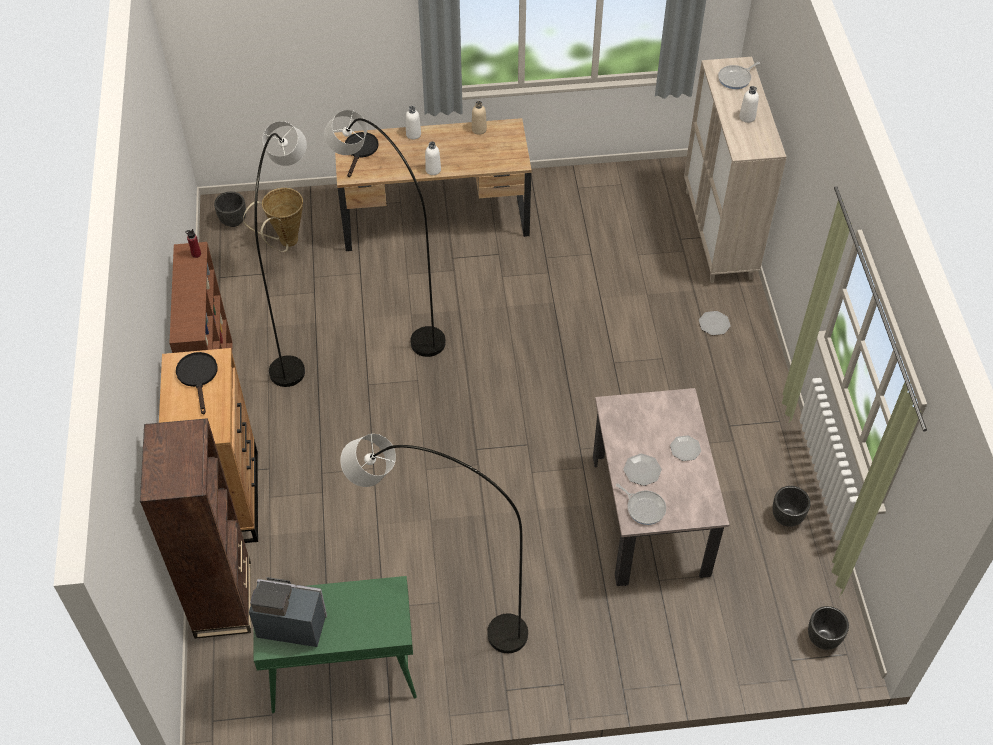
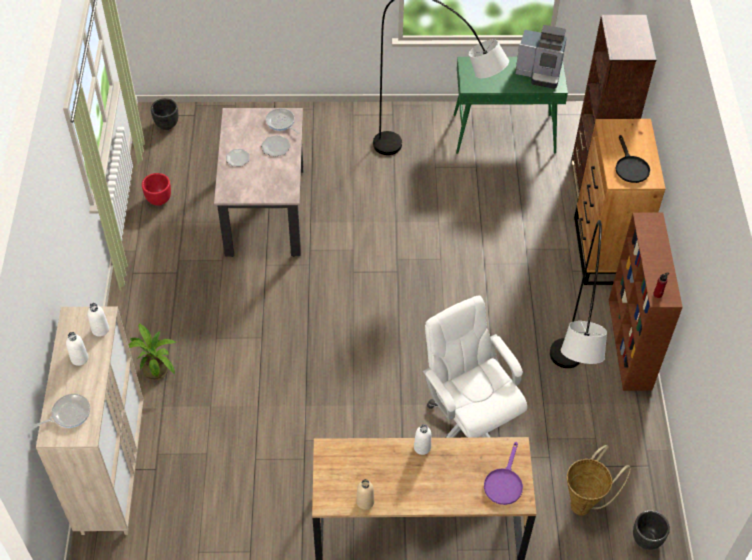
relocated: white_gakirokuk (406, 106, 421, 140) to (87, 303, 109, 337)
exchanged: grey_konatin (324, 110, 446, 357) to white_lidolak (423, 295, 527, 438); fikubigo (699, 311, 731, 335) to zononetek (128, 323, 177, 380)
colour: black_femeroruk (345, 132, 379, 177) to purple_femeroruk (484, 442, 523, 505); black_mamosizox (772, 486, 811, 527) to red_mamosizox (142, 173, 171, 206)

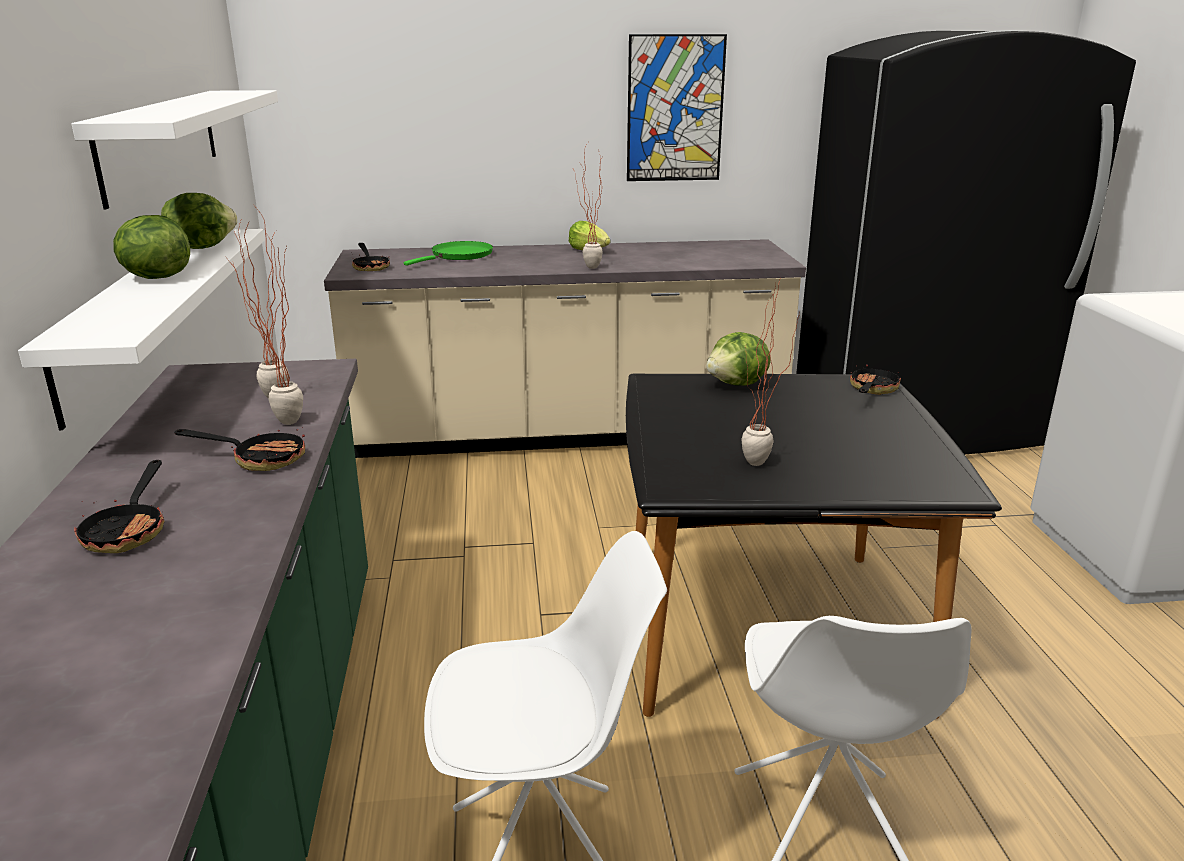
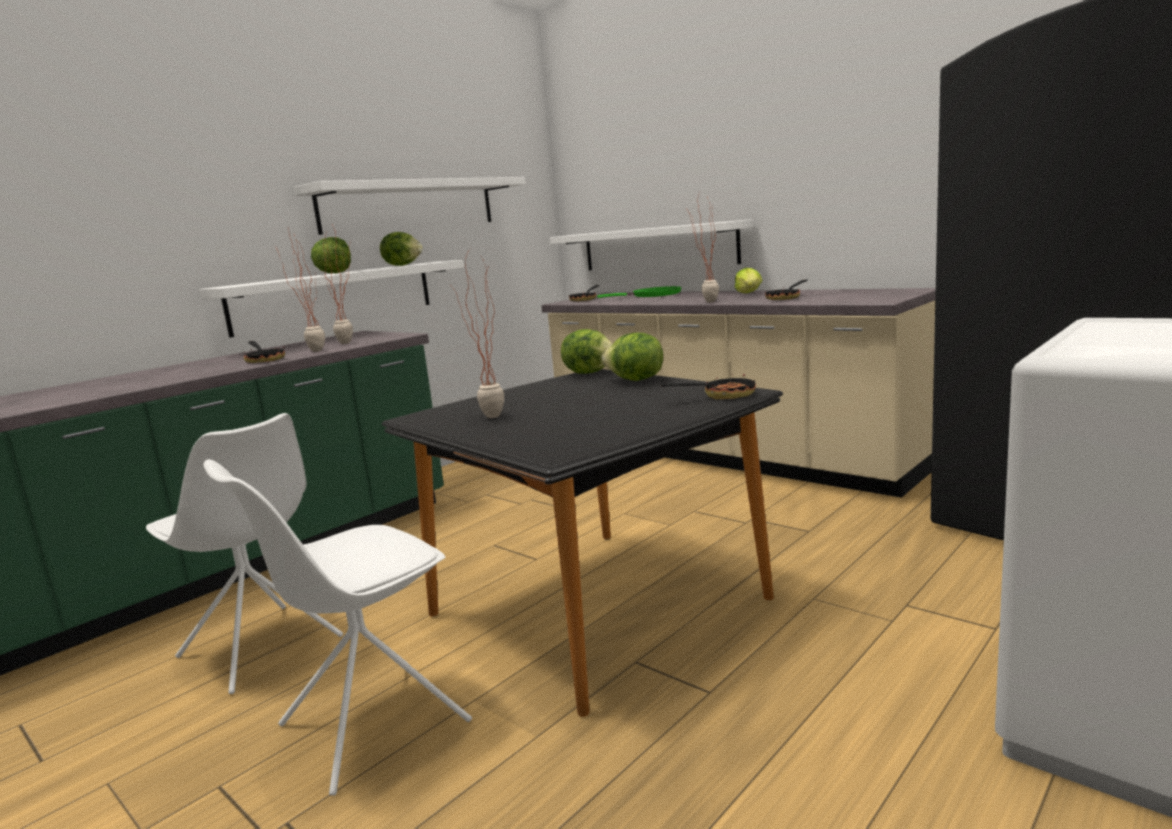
missing: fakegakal (627, 34, 727, 181)
appeared: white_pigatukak (550, 219, 754, 270); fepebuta (561, 329, 613, 374)
relocated: femeroruk (74, 460, 165, 553) to (765, 279, 808, 300)

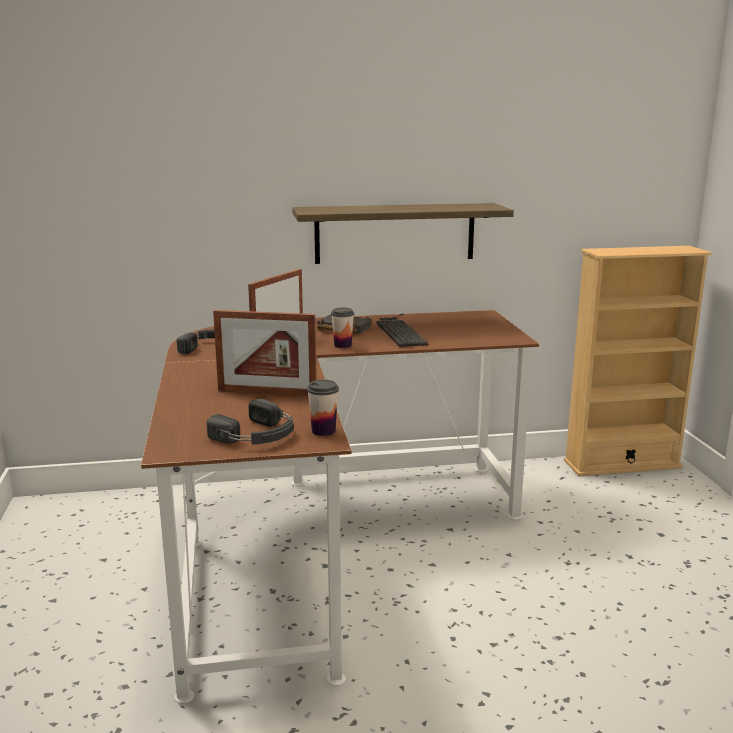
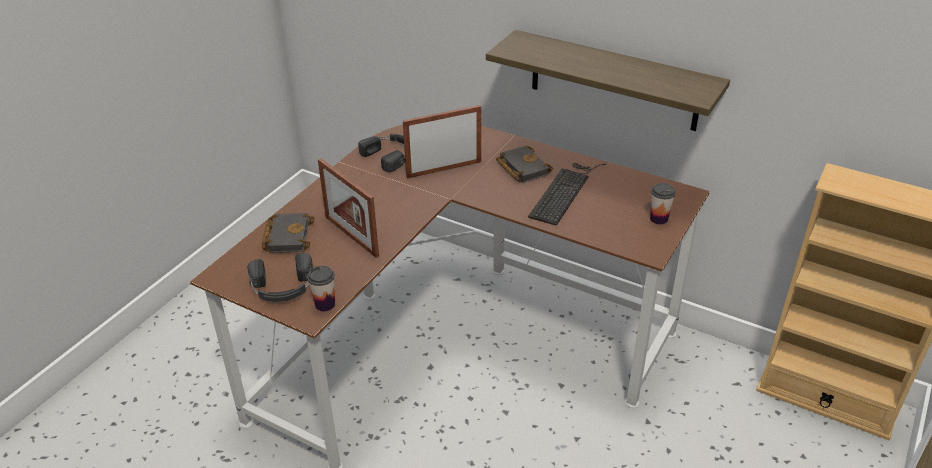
appeared: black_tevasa (262, 213, 314, 253)
relocated: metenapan (331, 307, 354, 348) to (650, 183, 676, 225)

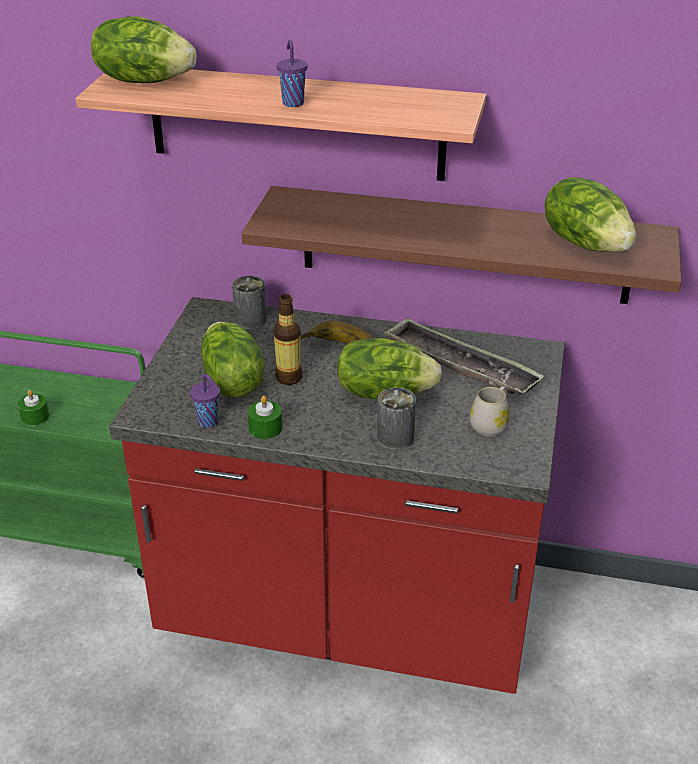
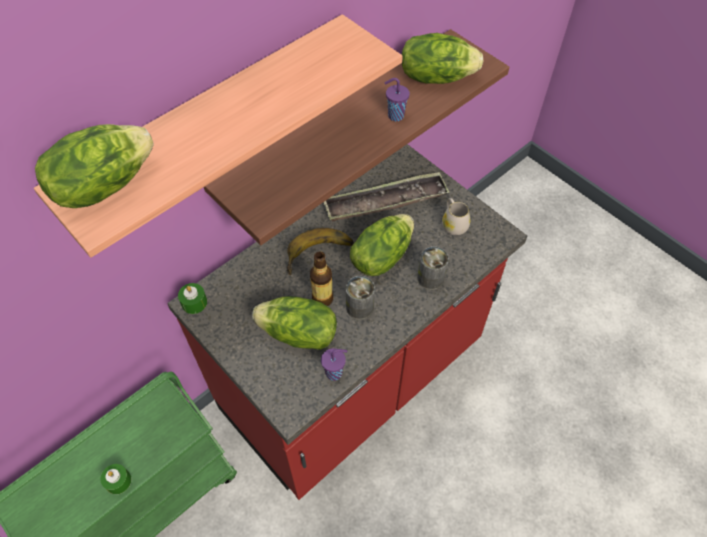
relocated: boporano (232, 276, 267, 329) to (346, 276, 375, 320); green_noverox (248, 396, 283, 439) to (178, 283, 207, 314); purple_metenapan (276, 40, 308, 107) to (385, 78, 410, 121)

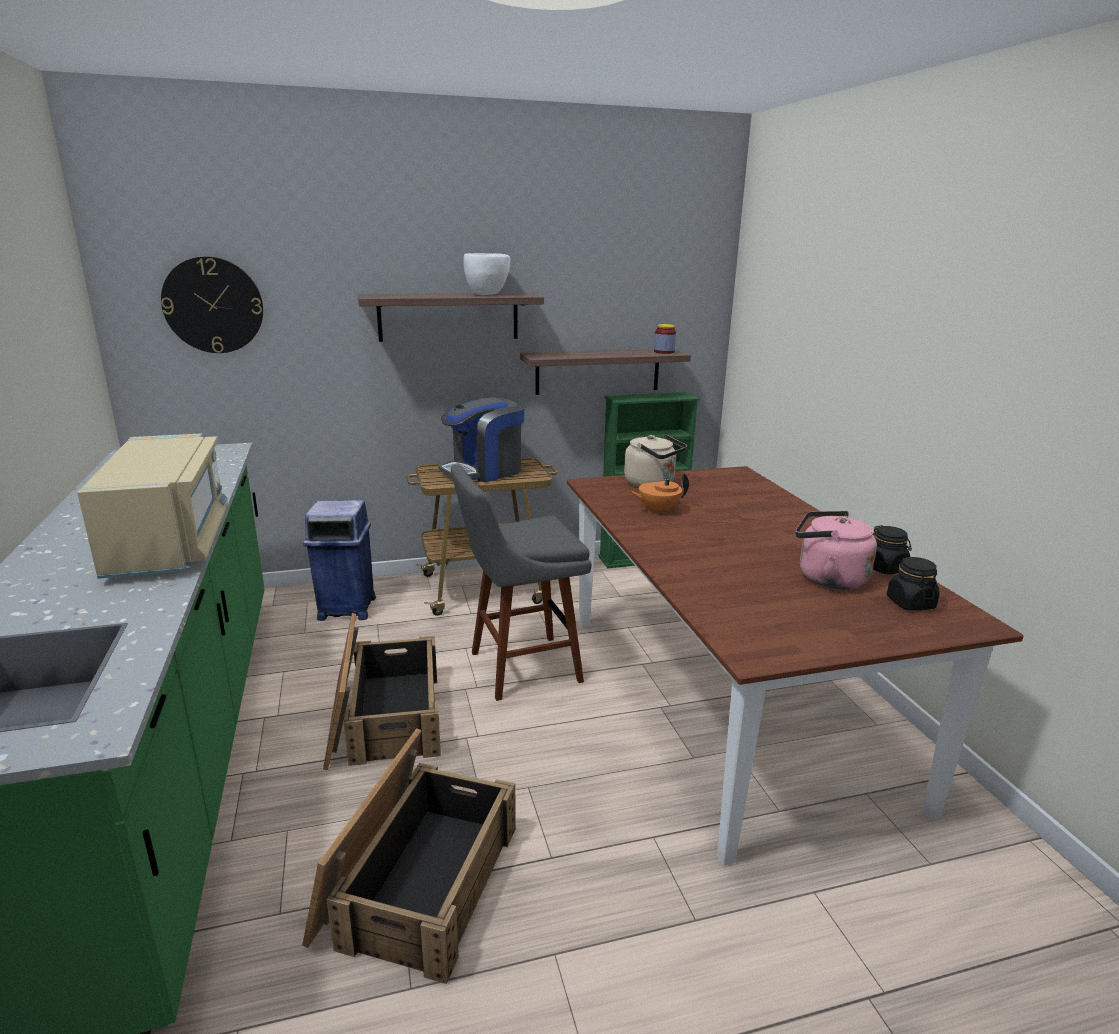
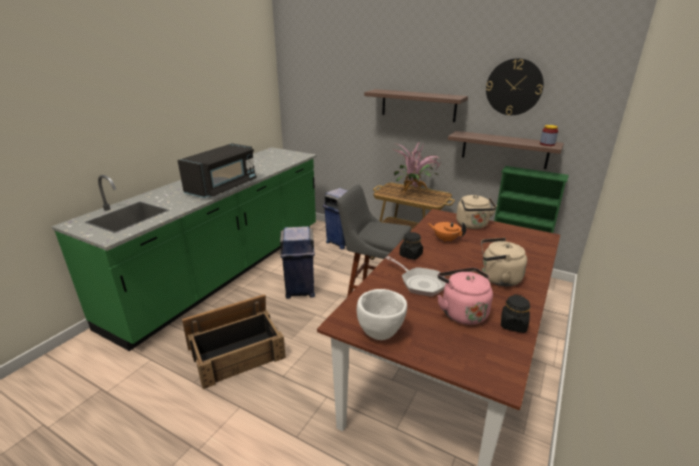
appeared: femeroruk (386, 256, 446, 297); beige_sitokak (481, 238, 527, 286)
relocated: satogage (161, 256, 263, 353) to (486, 58, 544, 115); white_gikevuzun (463, 253, 511, 295) to (357, 289, 407, 340); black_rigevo (887, 557, 940, 610) to (399, 232, 423, 260)
exchanged: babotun (323, 613, 441, 770) to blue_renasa (280, 226, 315, 299); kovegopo (439, 397, 525, 482) to zononetek (392, 140, 441, 195)
colour: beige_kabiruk (77, 434, 228, 579) to black_kabiruk (177, 143, 257, 198)

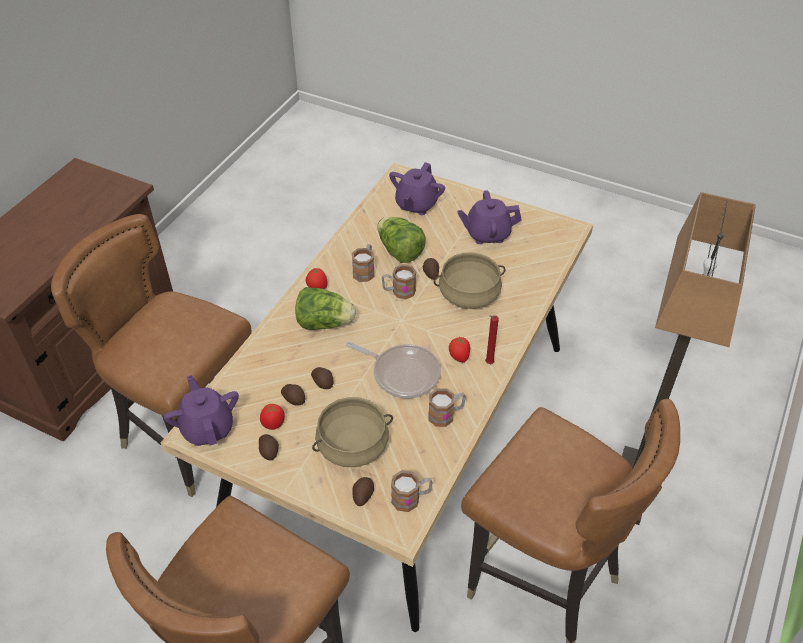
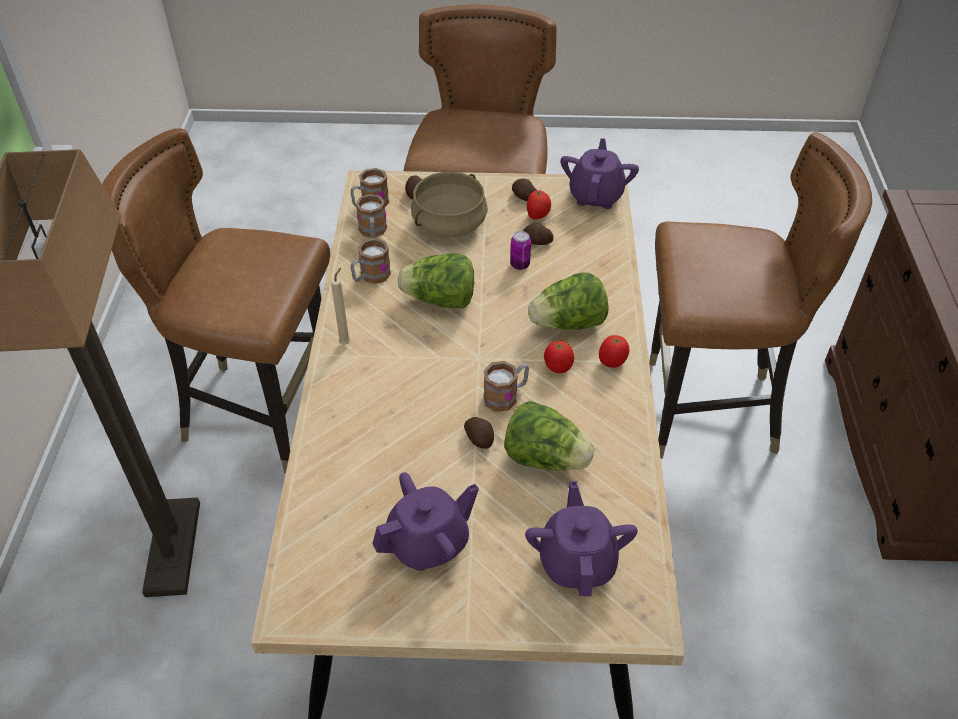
missing: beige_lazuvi (434, 252, 506, 309)
relocated: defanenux (352, 244, 375, 282) to (356, 194, 387, 239); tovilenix (449, 337, 470, 362) to (544, 341, 574, 373)
exchanged: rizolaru (311, 367, 334, 389) to boporano (510, 231, 531, 270); femeroruk (346, 342, 441, 398) to fepebuta (398, 253, 474, 309)
colour: red_noverox (485, 315, 499, 364) to beige_noverox (331, 268, 350, 345)
spun: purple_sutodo (163, 375, 239, 446) = (561, 138, 639, 209) 120 degrees counterclockwise

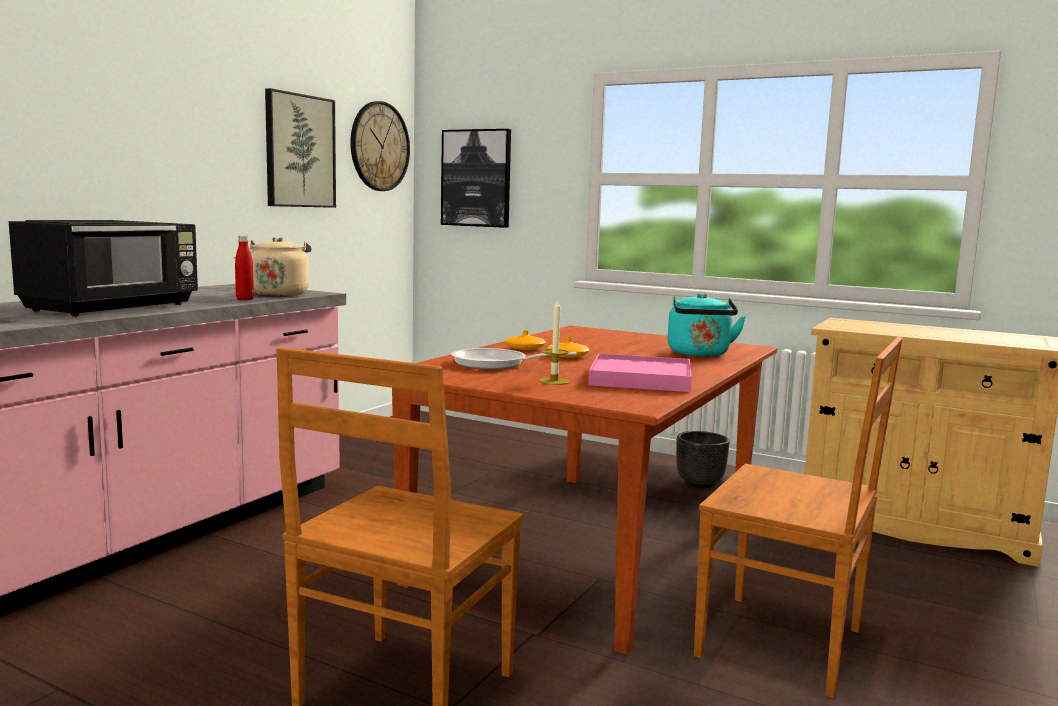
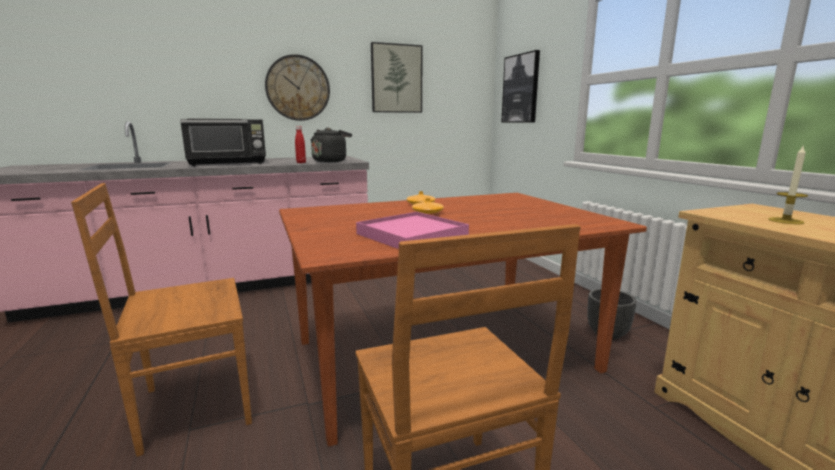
missing: femeroruk (451, 348, 576, 370); turquoise_sitokak (668, 293, 746, 357)
relocated: satogage (350, 101, 410, 191) to (265, 54, 330, 121); noverox (539, 298, 570, 385) to (768, 145, 808, 224)
colour: beige_sitokak (234, 237, 311, 297) to black_sitokak (310, 128, 352, 162)

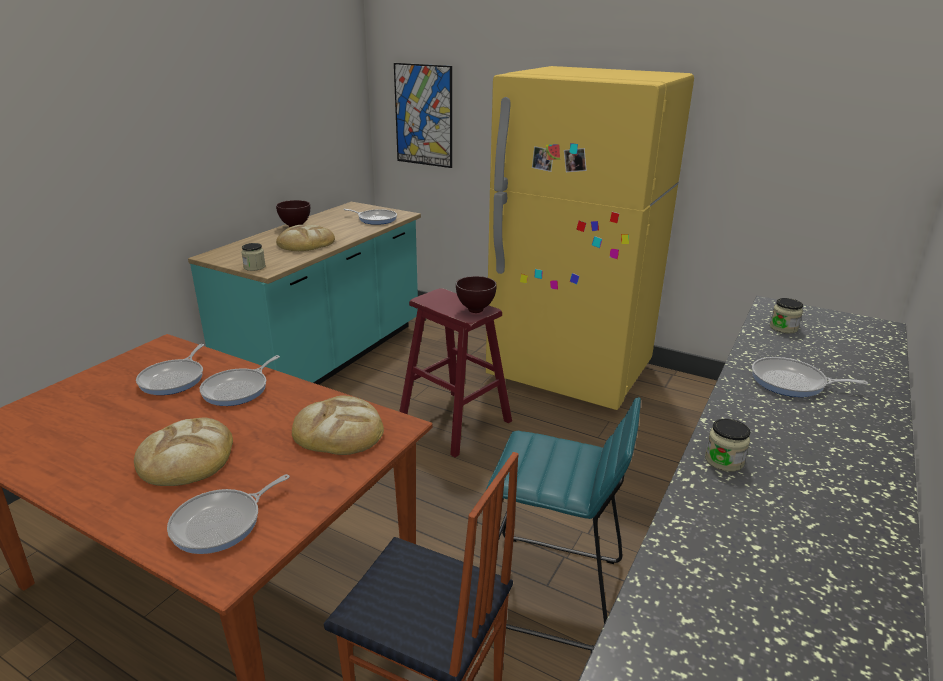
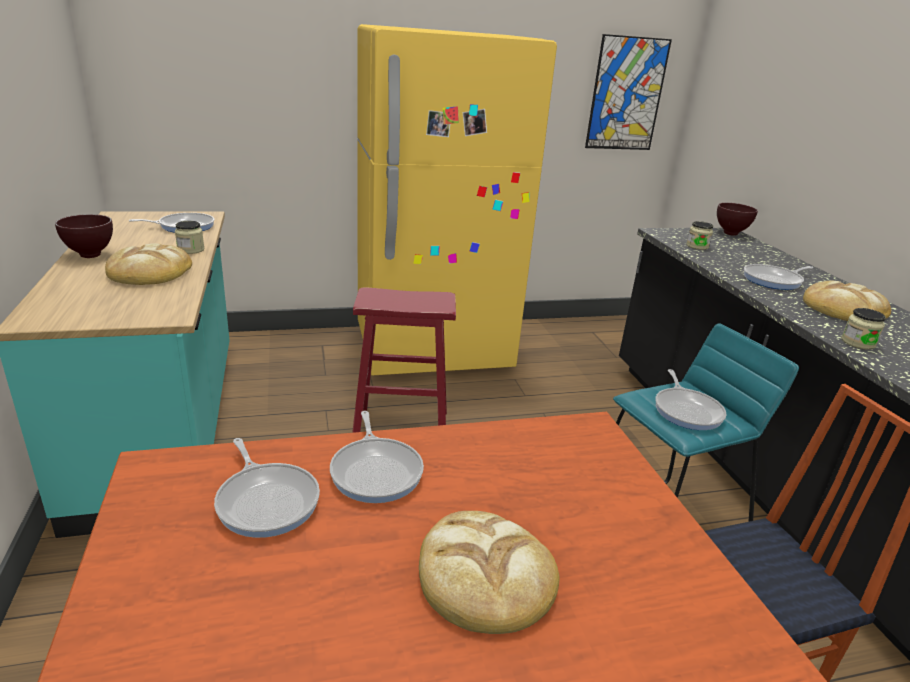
relocated: femeroruk (167, 474, 290, 554) to (655, 369, 727, 430); rigevo (241, 243, 266, 271) to (175, 221, 204, 254); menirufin (292, 396, 384, 455) to (803, 281, 891, 321); fakegakal (394, 63, 452, 168) to (585, 34, 672, 150); brown_gikevuzun (456, 276, 497, 313) to (717, 203, 758, 236)

